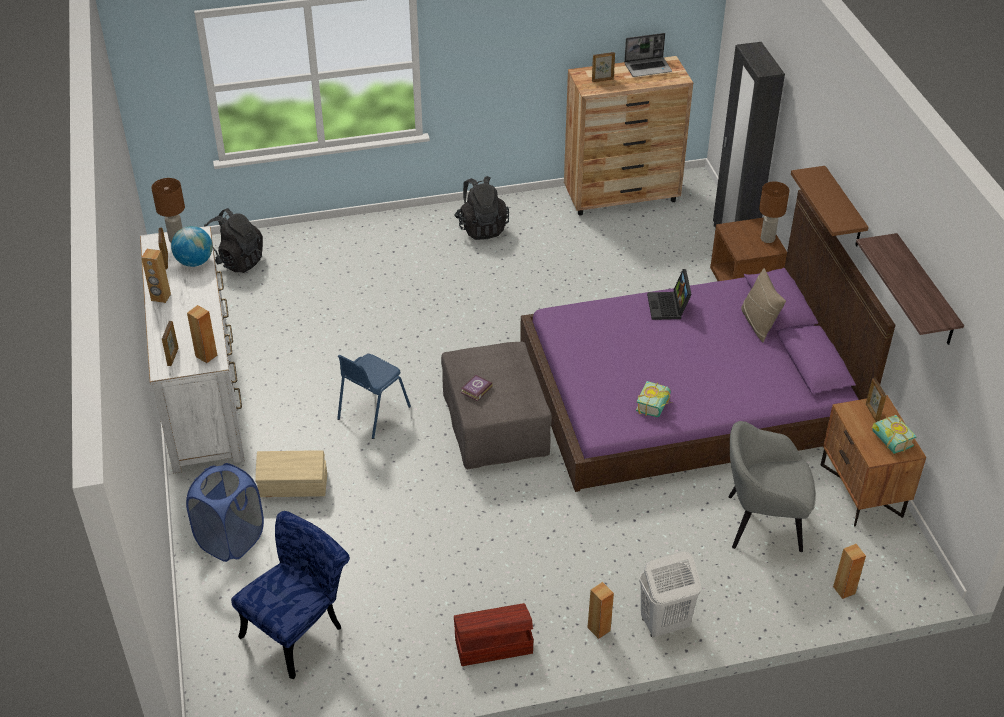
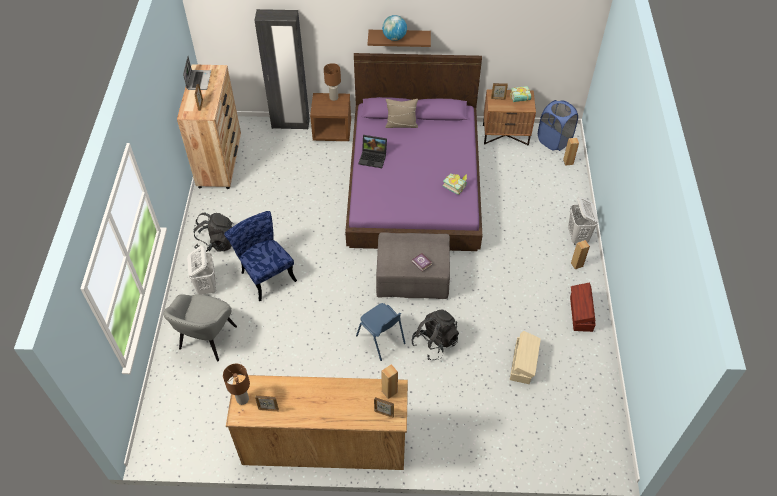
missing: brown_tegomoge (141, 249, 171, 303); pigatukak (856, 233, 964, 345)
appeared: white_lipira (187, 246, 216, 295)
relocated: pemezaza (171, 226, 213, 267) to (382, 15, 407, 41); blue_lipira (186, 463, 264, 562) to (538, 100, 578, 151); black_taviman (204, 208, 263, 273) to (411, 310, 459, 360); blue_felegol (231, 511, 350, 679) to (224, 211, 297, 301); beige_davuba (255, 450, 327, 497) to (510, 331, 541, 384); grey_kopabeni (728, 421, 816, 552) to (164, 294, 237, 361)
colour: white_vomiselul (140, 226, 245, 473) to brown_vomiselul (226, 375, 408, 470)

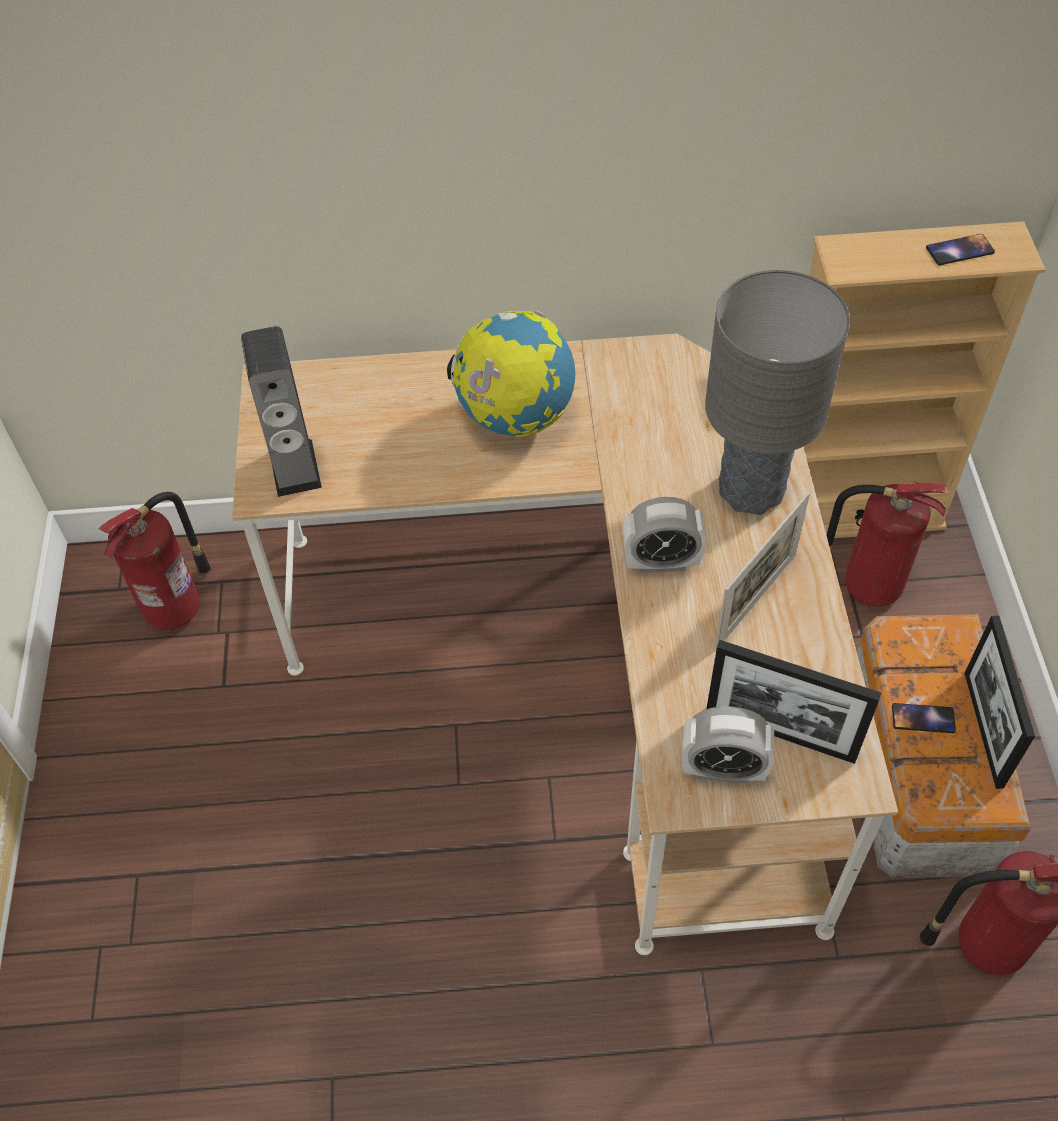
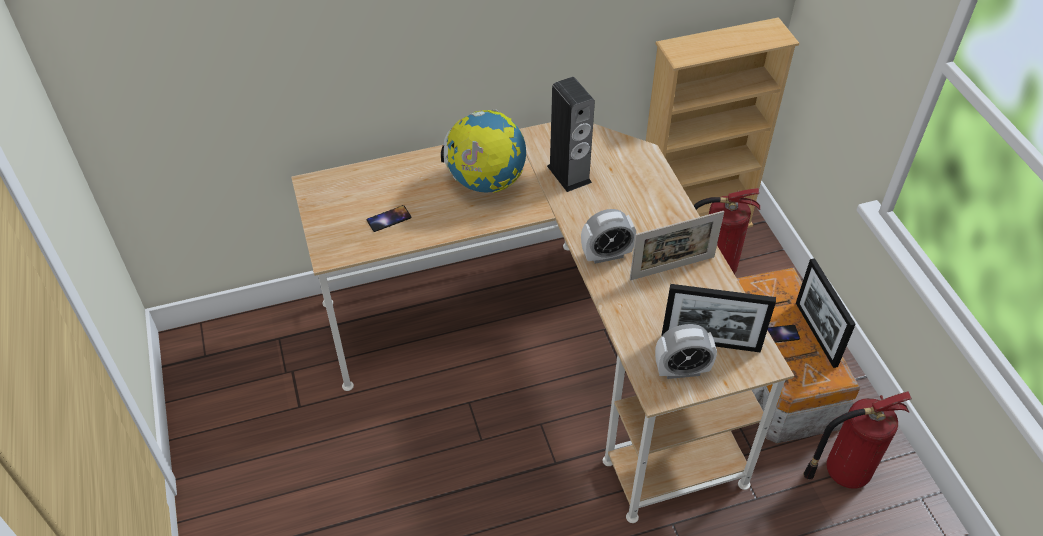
missing: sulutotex (99, 492, 211, 630); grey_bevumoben (705, 270, 850, 515)
relocated: tegomoge (241, 326, 322, 497) to (547, 77, 595, 192); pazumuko (926, 234, 995, 265) to (367, 205, 411, 232)
spun: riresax (715, 492, 810, 649) = (630, 211, 724, 281) 45 degrees clockwise

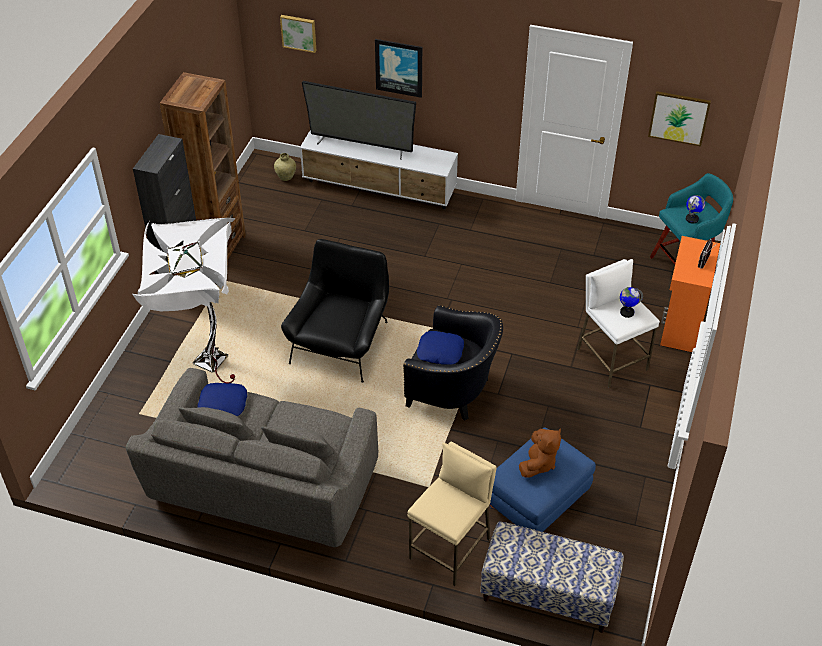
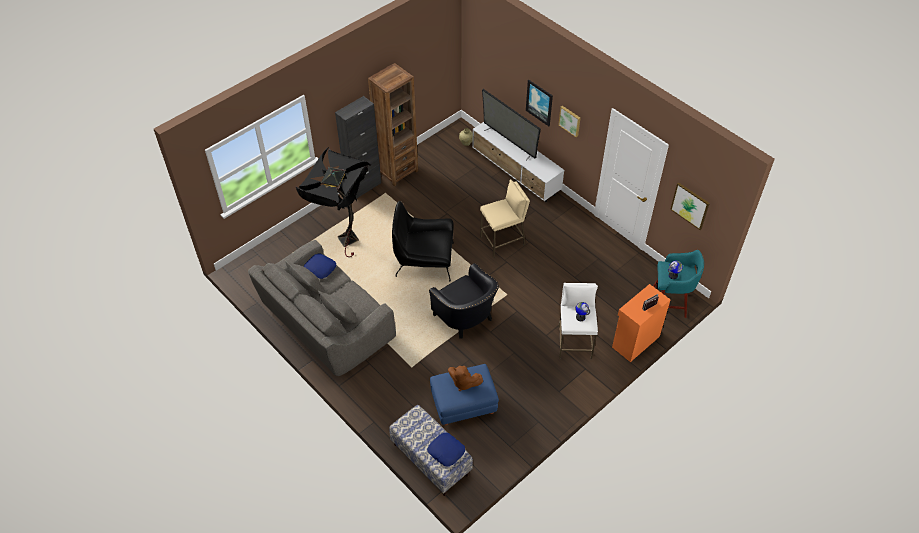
relocated: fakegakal (280, 15, 316, 53) to (558, 106, 581, 137); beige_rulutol (407, 442, 497, 586) to (480, 179, 530, 257); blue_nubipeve (417, 331, 464, 365) to (427, 432, 465, 466)
colour: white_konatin (132, 218, 236, 384) to black_konatin (296, 147, 371, 257)
spun: black_kopabeni (281, 239, 389, 383) = (392, 201, 454, 281) 135 degrees counterclockwise; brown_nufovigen (519, 428, 561, 478) = (448, 366, 483, 391) 60 degrees clockwise

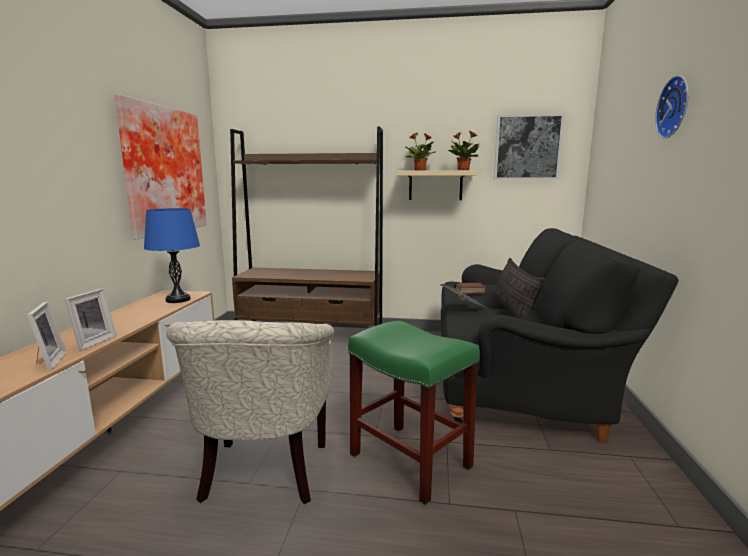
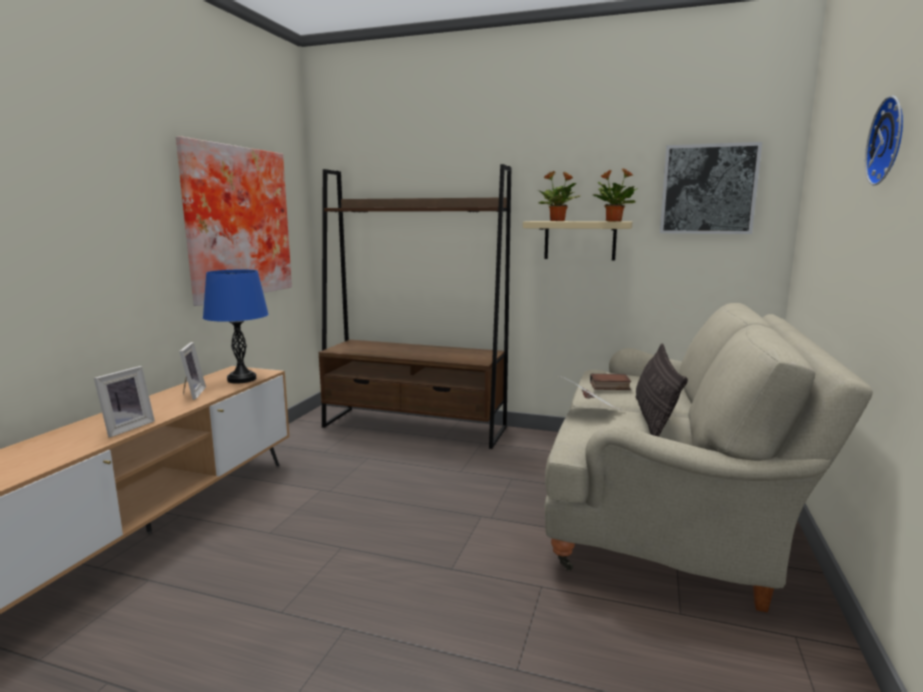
missing: beige_kopabeni (166, 320, 334, 504); green_rulutol (348, 321, 480, 505)
relocated: riresax (27, 301, 66, 371) to (179, 342, 206, 400)
colour: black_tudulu (441, 228, 679, 442) to beige_tudulu (545, 303, 873, 612)

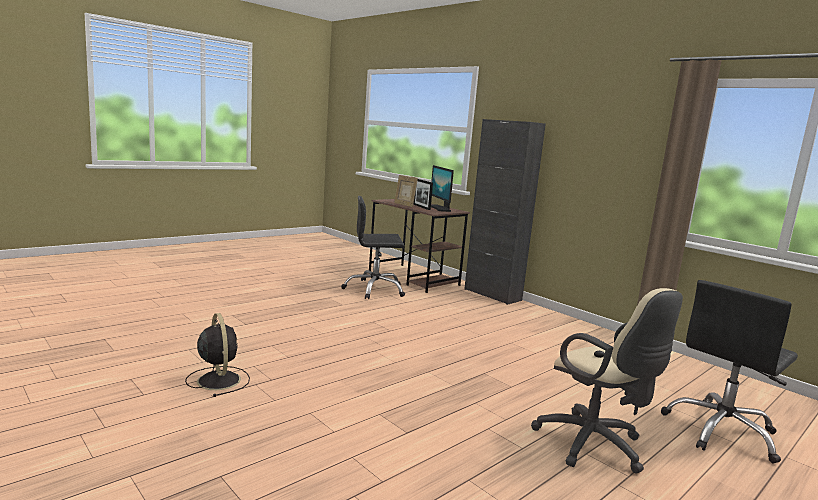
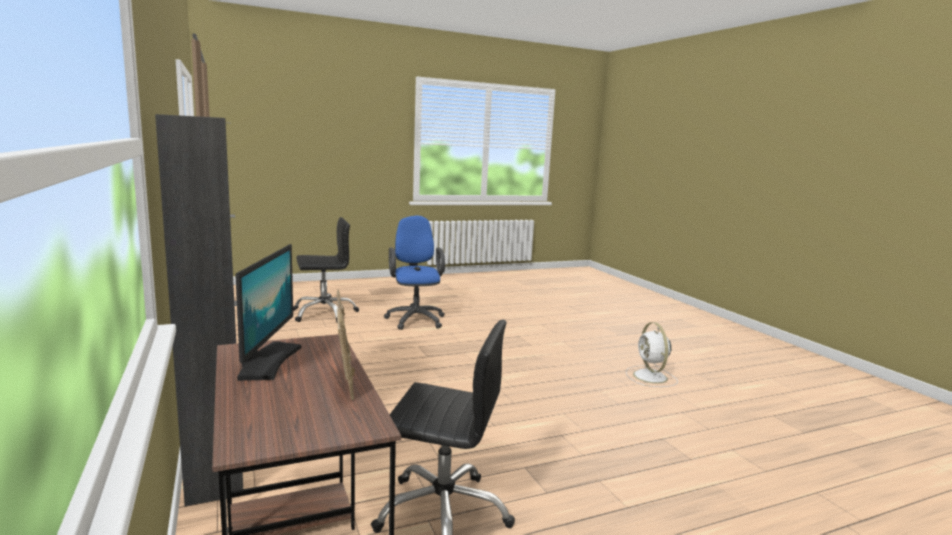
missing: riresax (414, 179, 433, 210)
colour: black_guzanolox (185, 313, 250, 397) to white_guzanolox (626, 322, 678, 387); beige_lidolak (531, 288, 683, 474) to blue_lidolak (384, 216, 445, 330)

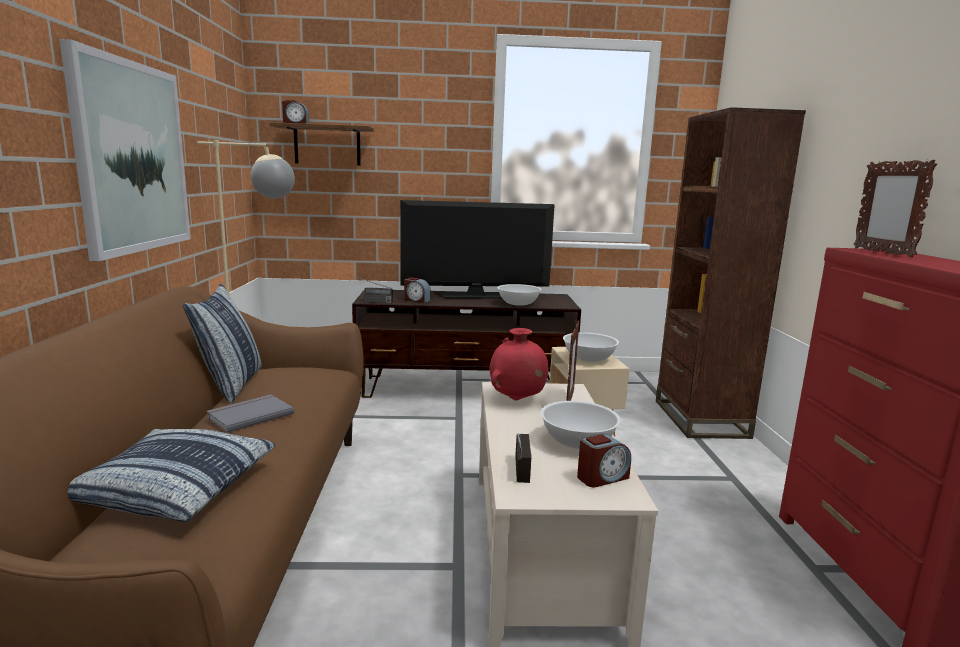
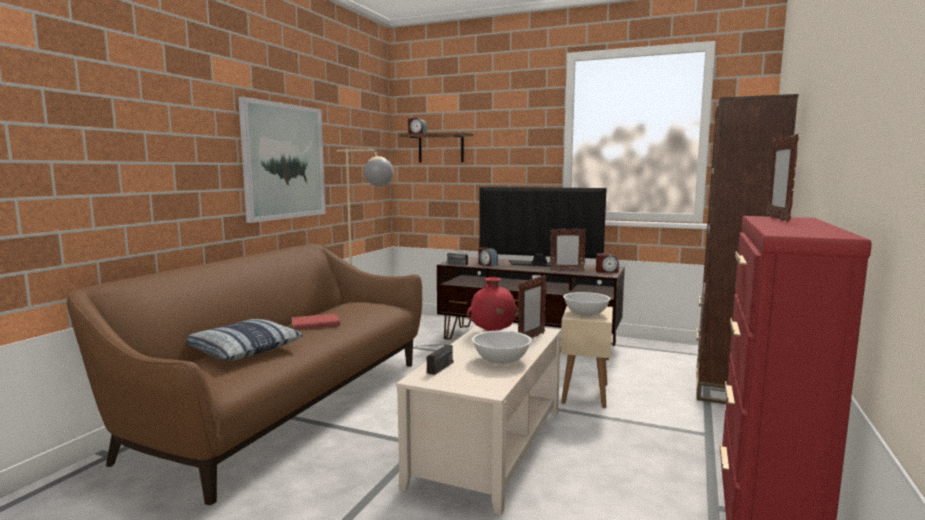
missing: nubipeve (183, 284, 262, 403)
relocated: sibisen (577, 434, 631, 488) to (596, 253, 619, 273)
exchanged: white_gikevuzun (497, 284, 542, 306) to riresax (550, 228, 587, 272)
colour: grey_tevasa (206, 395, 294, 433) to red_tevasa (291, 313, 340, 330)

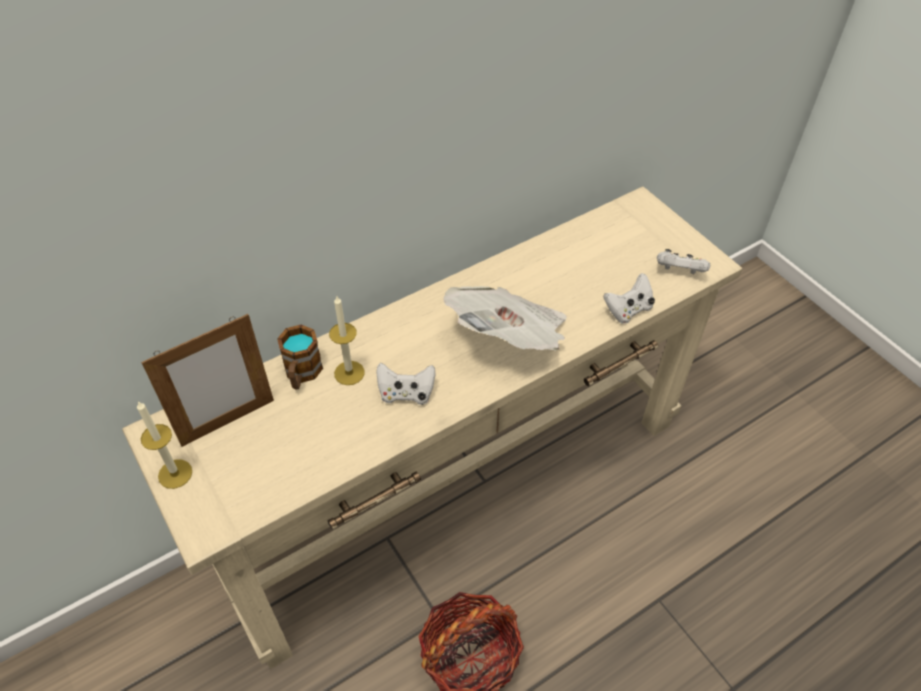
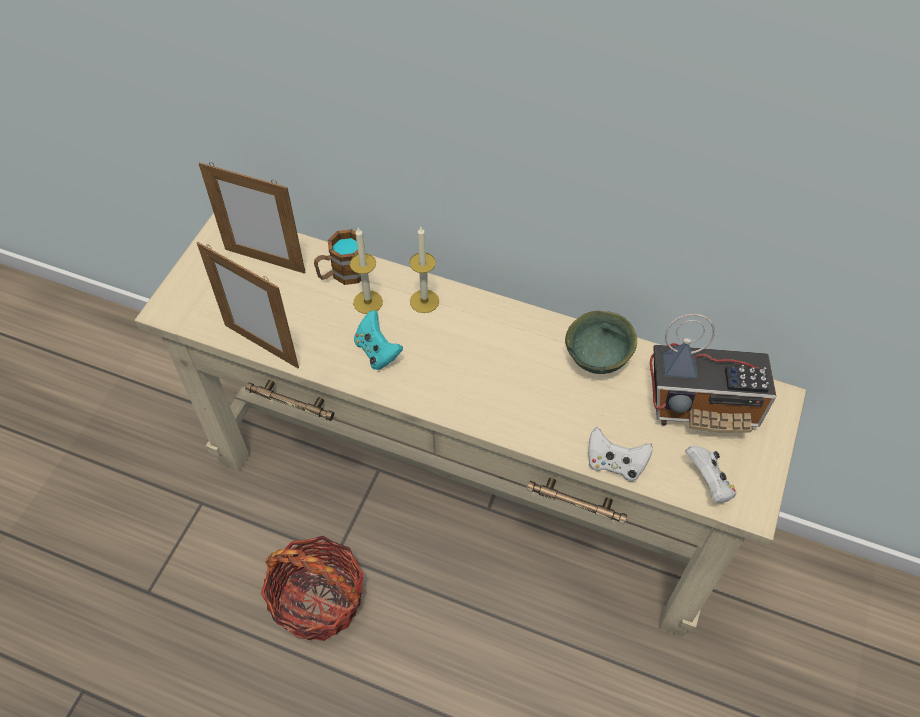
missing: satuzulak (443, 286, 567, 351)
appeared: riresax (197, 242, 299, 368); green_gikevuzun (565, 311, 637, 374); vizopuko (650, 313, 776, 433)
relocated: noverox (137, 401, 192, 489) to (409, 227, 439, 313)
colour: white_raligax (376, 363, 436, 405) to turquoise_raligax (354, 310, 403, 370)

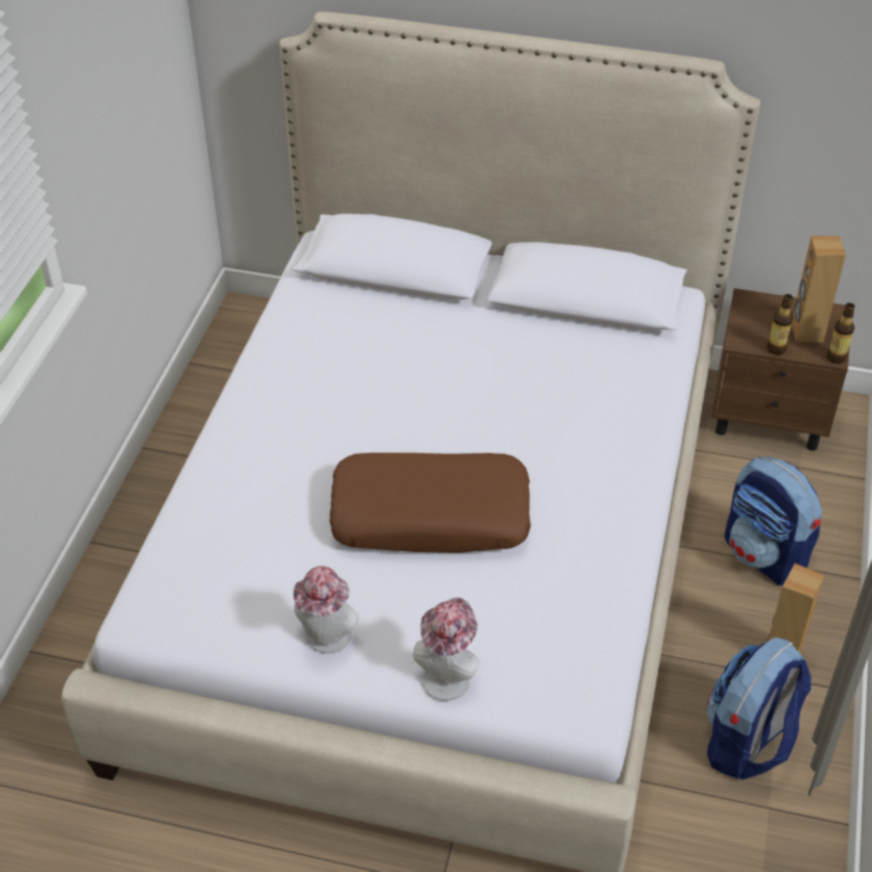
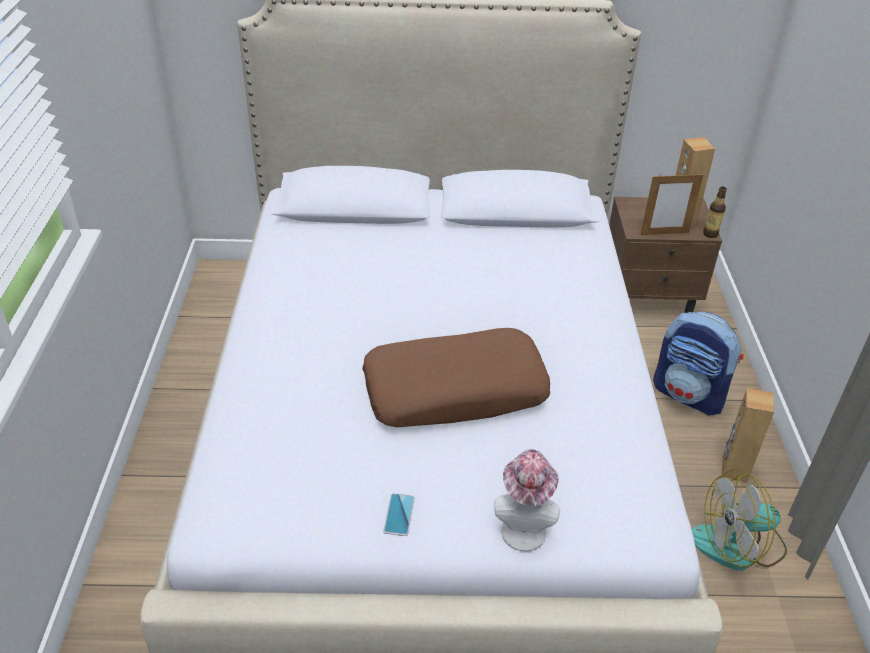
exchanged: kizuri (293, 566, 359, 653) to pazumuko (383, 493, 415, 536); taviman (707, 637, 811, 780) to guzanolox (692, 469, 787, 571); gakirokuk (767, 294, 793, 355) to riresax (641, 172, 703, 235)

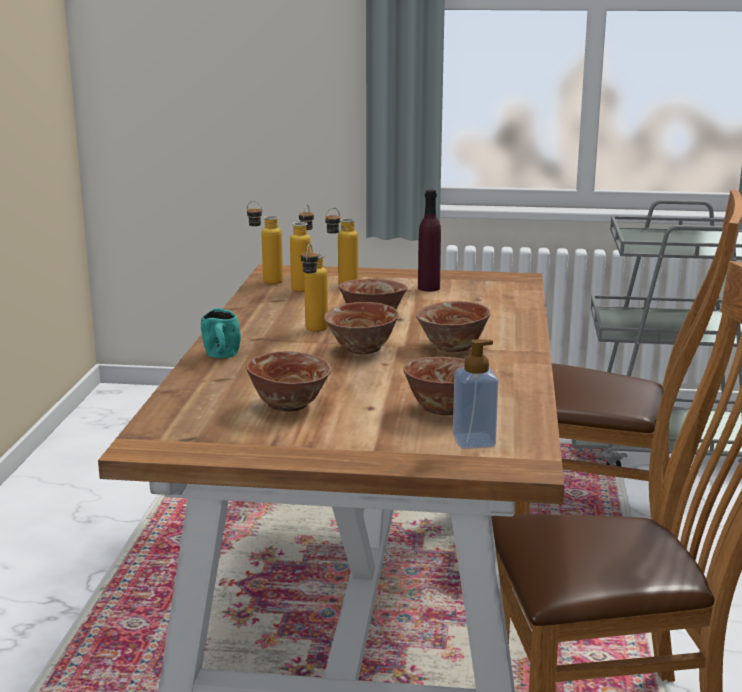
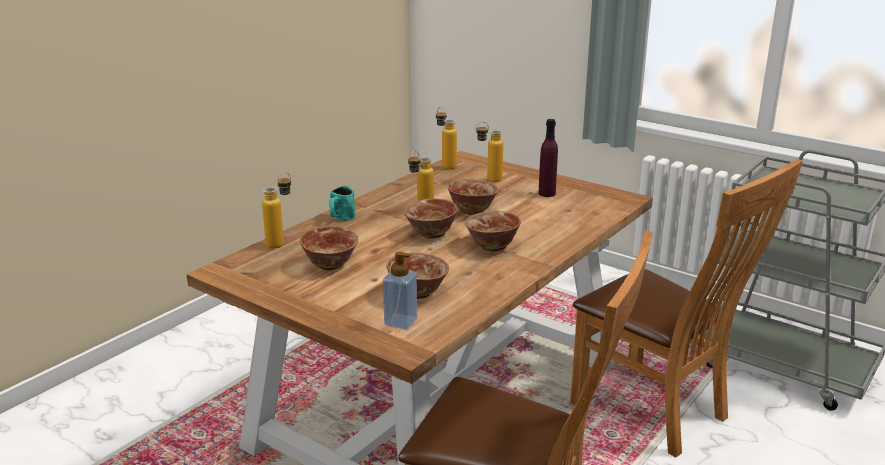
relocated: gakirokuk (290, 204, 314, 292) to (262, 172, 291, 248)

